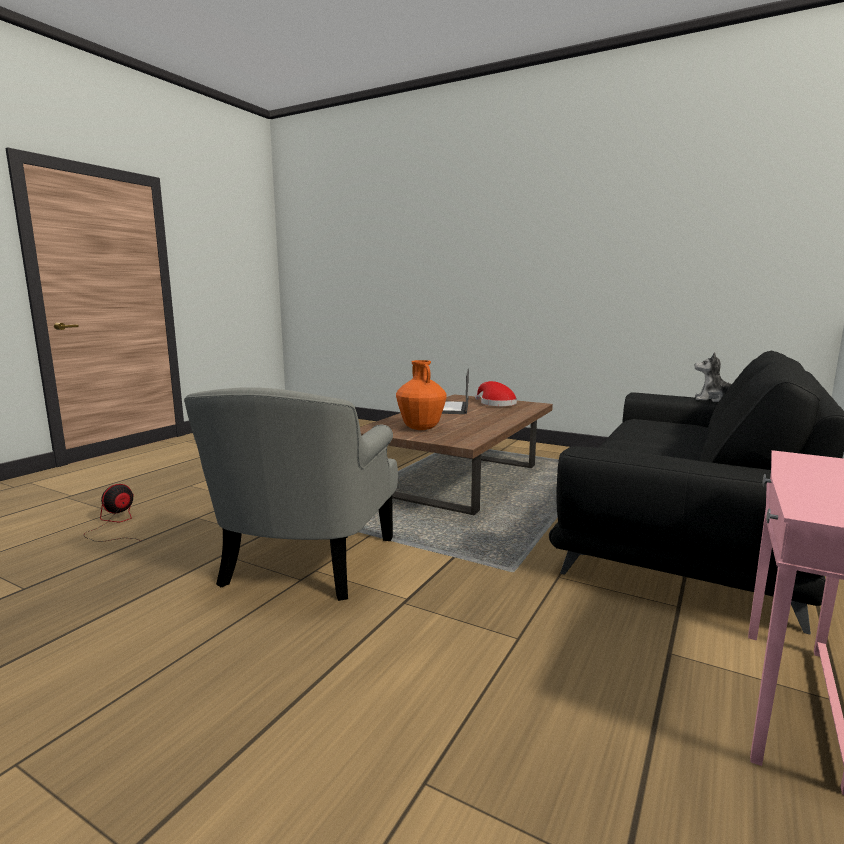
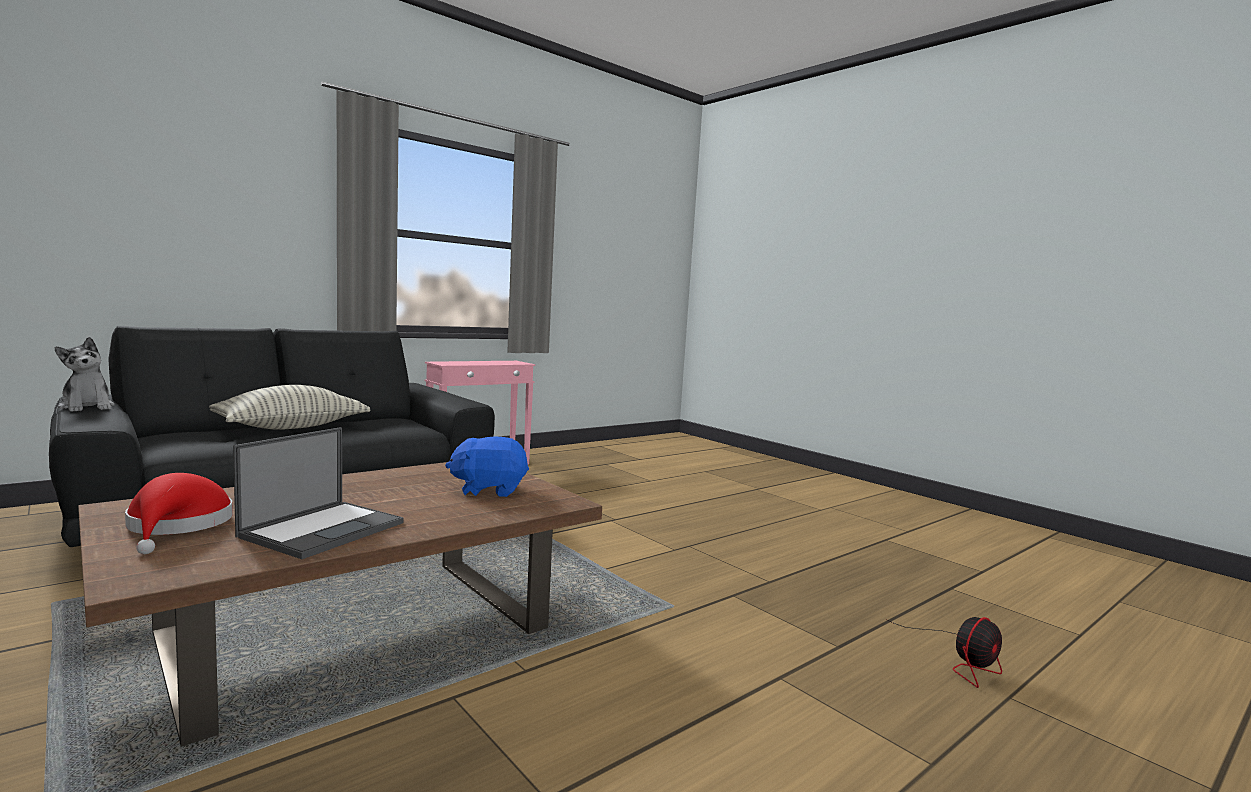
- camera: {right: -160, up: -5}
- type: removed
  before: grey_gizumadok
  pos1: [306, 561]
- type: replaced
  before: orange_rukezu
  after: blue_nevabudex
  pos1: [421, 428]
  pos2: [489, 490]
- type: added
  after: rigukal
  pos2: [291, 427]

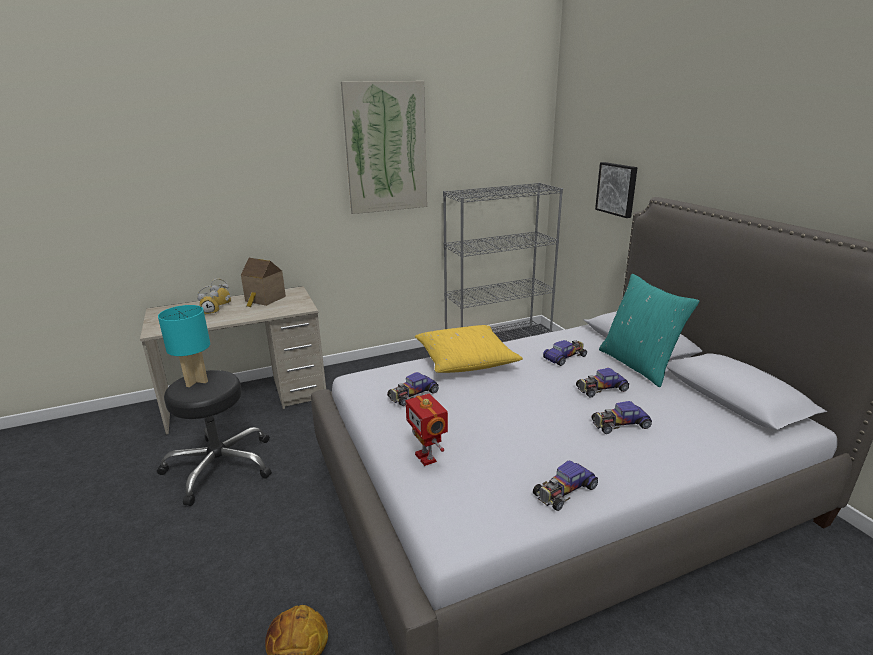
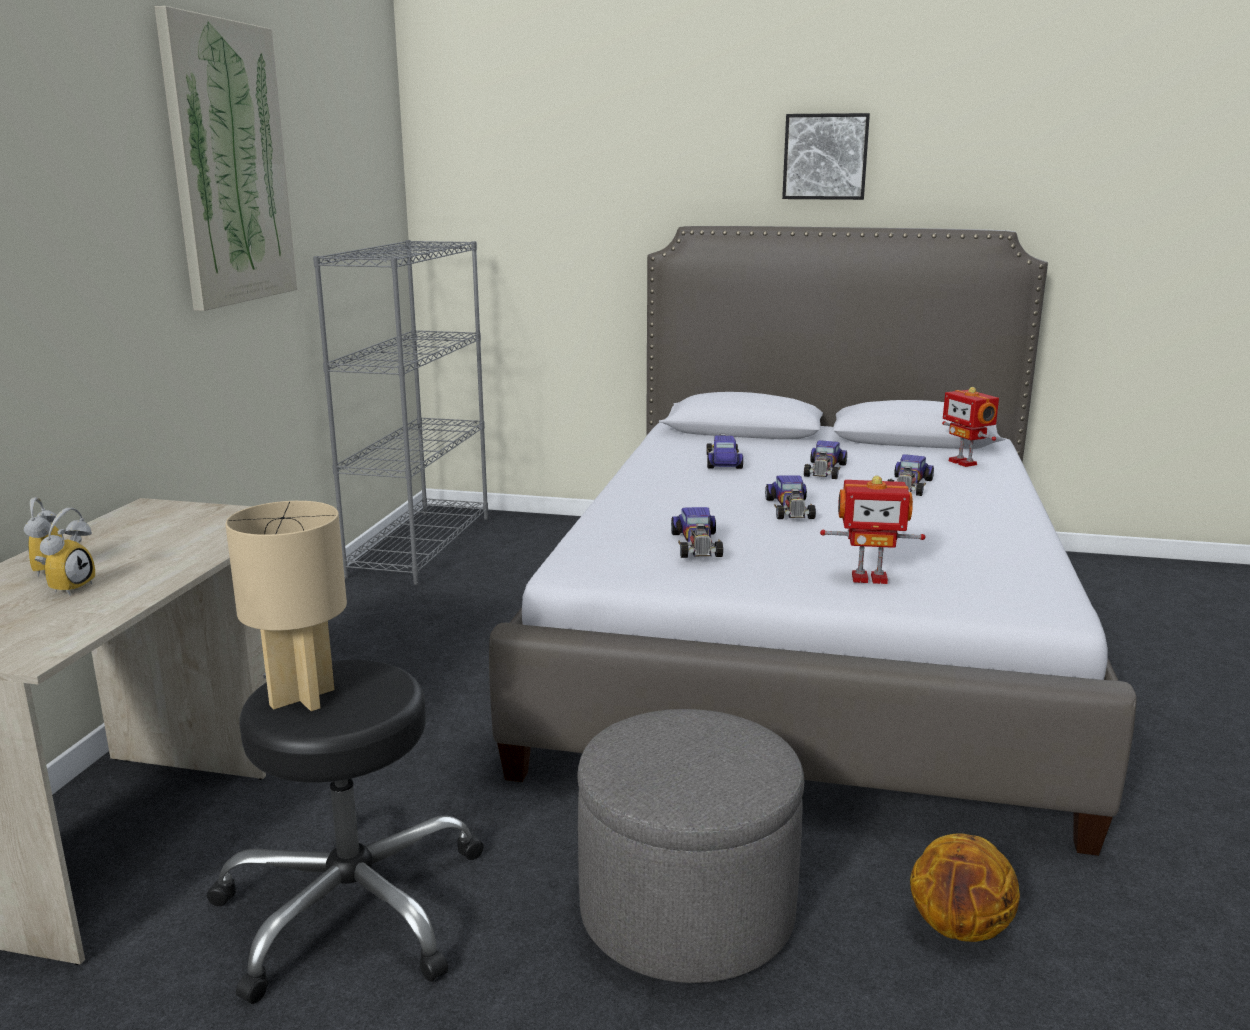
- camera: {right: -55, up: -5}
- type: recoloured
  before: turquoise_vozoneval
  after: beige_vozoneval
  pos1: [195, 381]
  pos2: [301, 698]
- type: removed
  before: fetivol
  pos1: [264, 299]
- type: removed
  before: yellow_rigukal
  pos1: [465, 360]
- type: moved
  before: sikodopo
  pos1: [564, 490]
  pos2: [790, 508]
- type: moved
  before: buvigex
  pos1: [617, 189]
  pos2: [825, 157]
- type: removed
  before: turquoise_rigukal
  pos1: [638, 364]
- type: added
  after: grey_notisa
  pos2: [687, 911]
- type: added
  after: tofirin
  pos2: [964, 462]

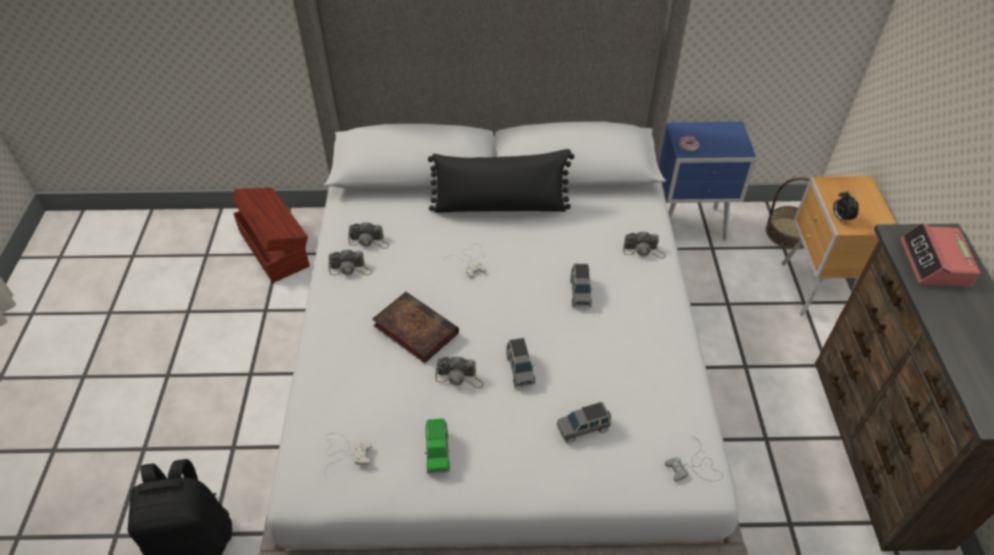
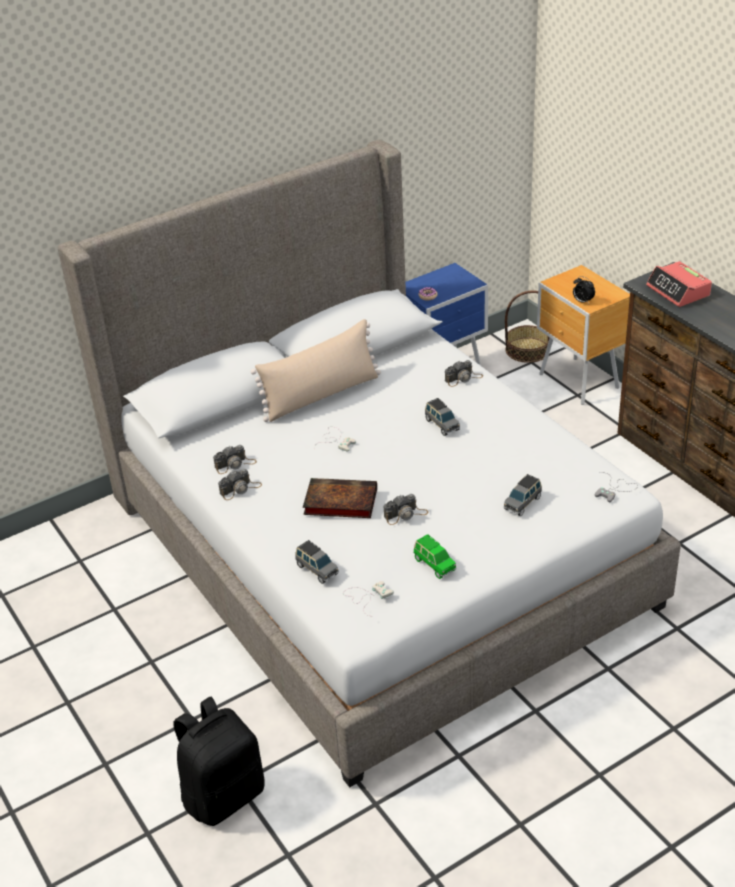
- camera: {right: -30, up: -10}
- type: removed
  before: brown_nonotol
  pos1: [275, 247]
- type: recoloured
  before: black_rigukal
  after: beige_rigukal
  pos1: [500, 206]
  pos2: [321, 395]
- type: moved
  before: grey_sikodopo
  pos1: [520, 369]
  pos2: [317, 570]

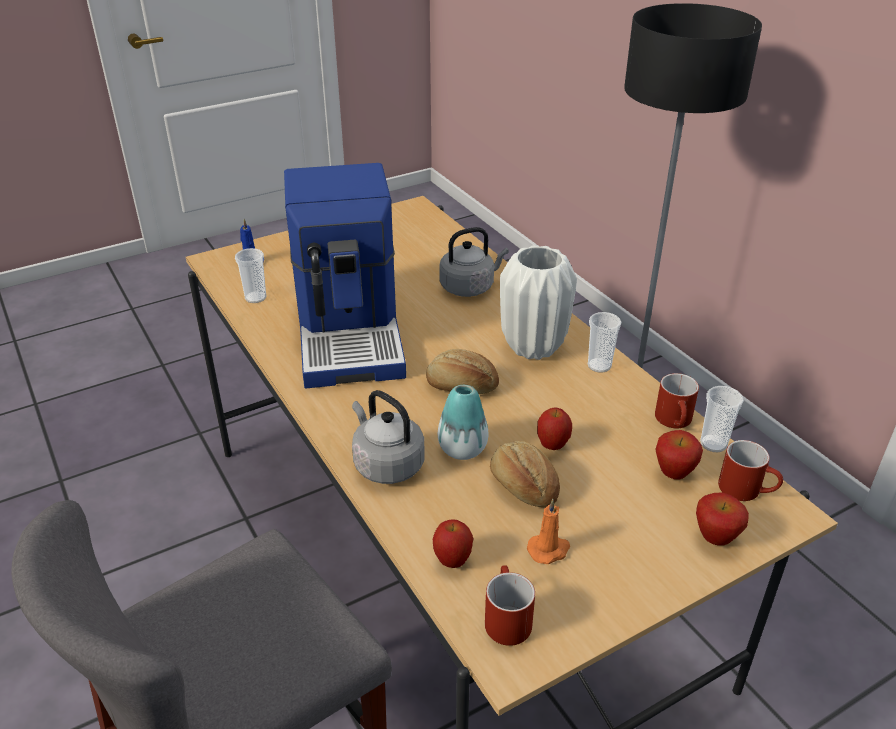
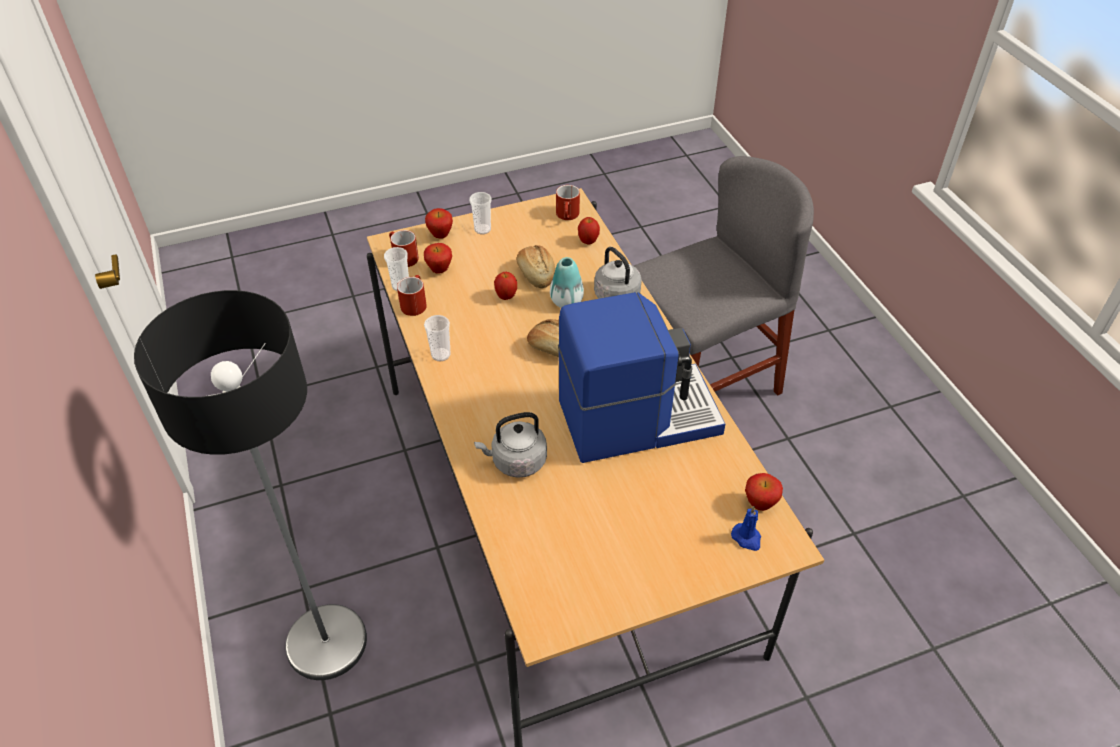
- camera: {right: -170, up: 10}
- type: moved
  before: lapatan
  pos1: [255, 298]
  pos2: [482, 229]
- type: turned
  before: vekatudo
  pos1: [351, 332]
  pos2: [637, 416]
  turn: 75
- type: removed
  before: white_rukezu
  pos1: [533, 347]
- type: removed
  before: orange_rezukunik
  pos1: [549, 550]
- type: added
  after: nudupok
  pos2: [760, 505]

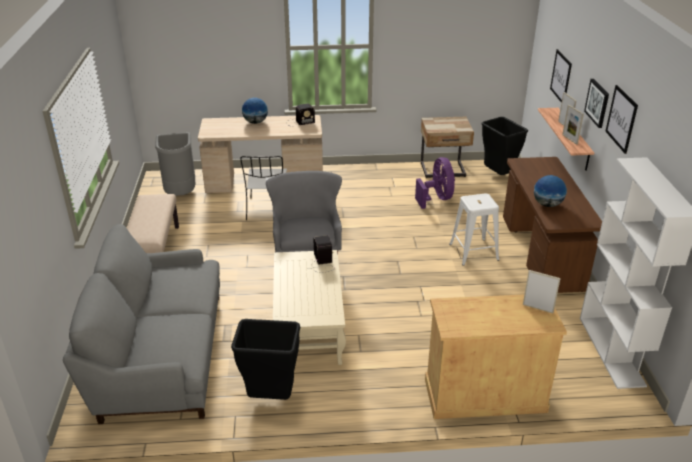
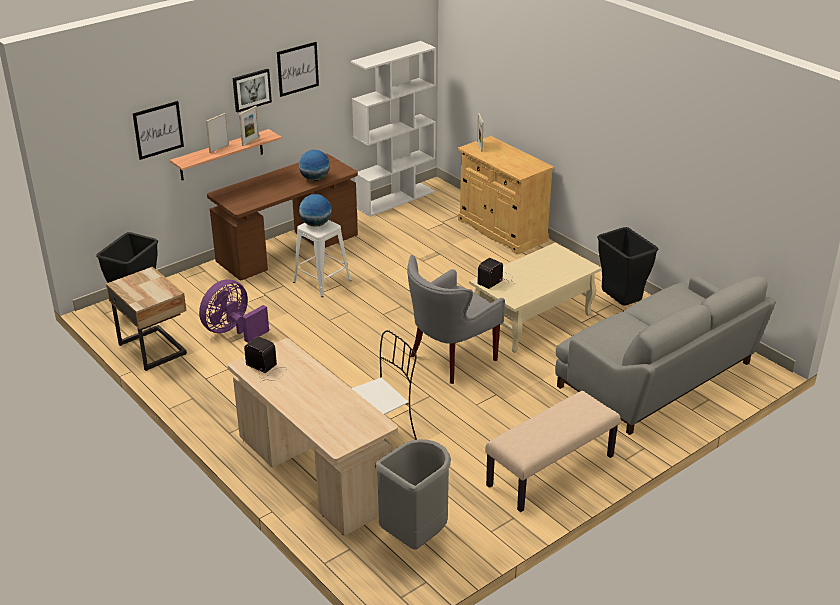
- camera: {right: -125, up: 0}
- type: moved
  before: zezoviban
  pos1: [255, 122]
  pos2: [316, 224]

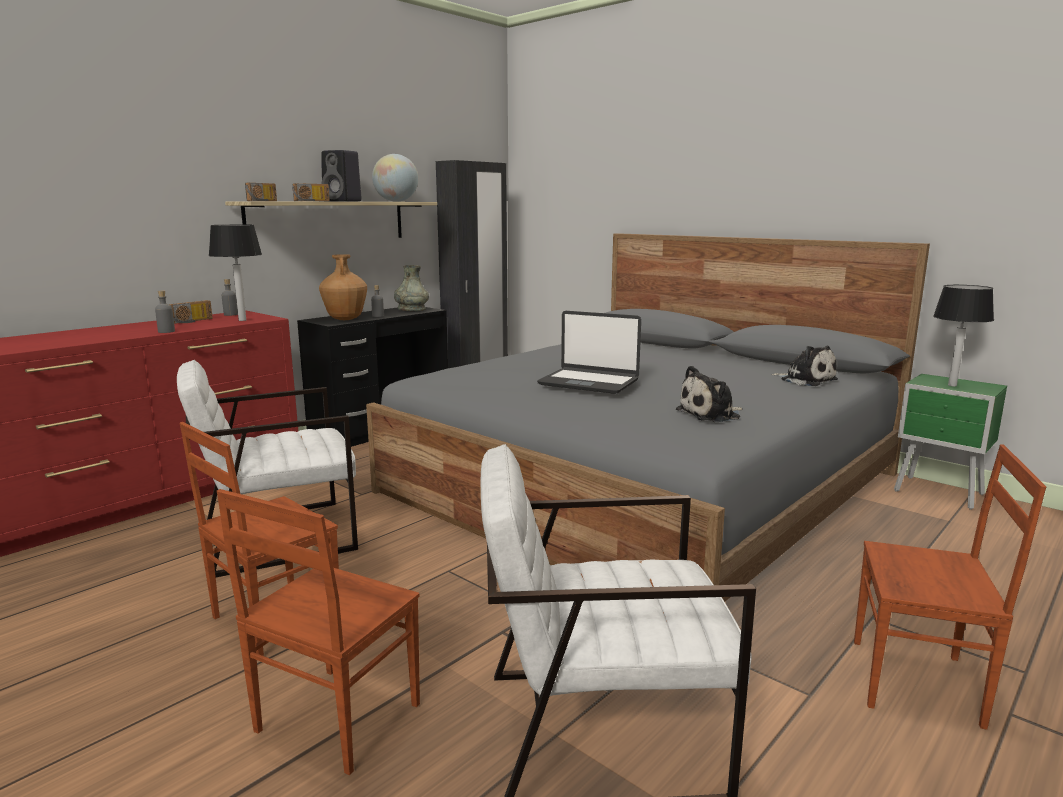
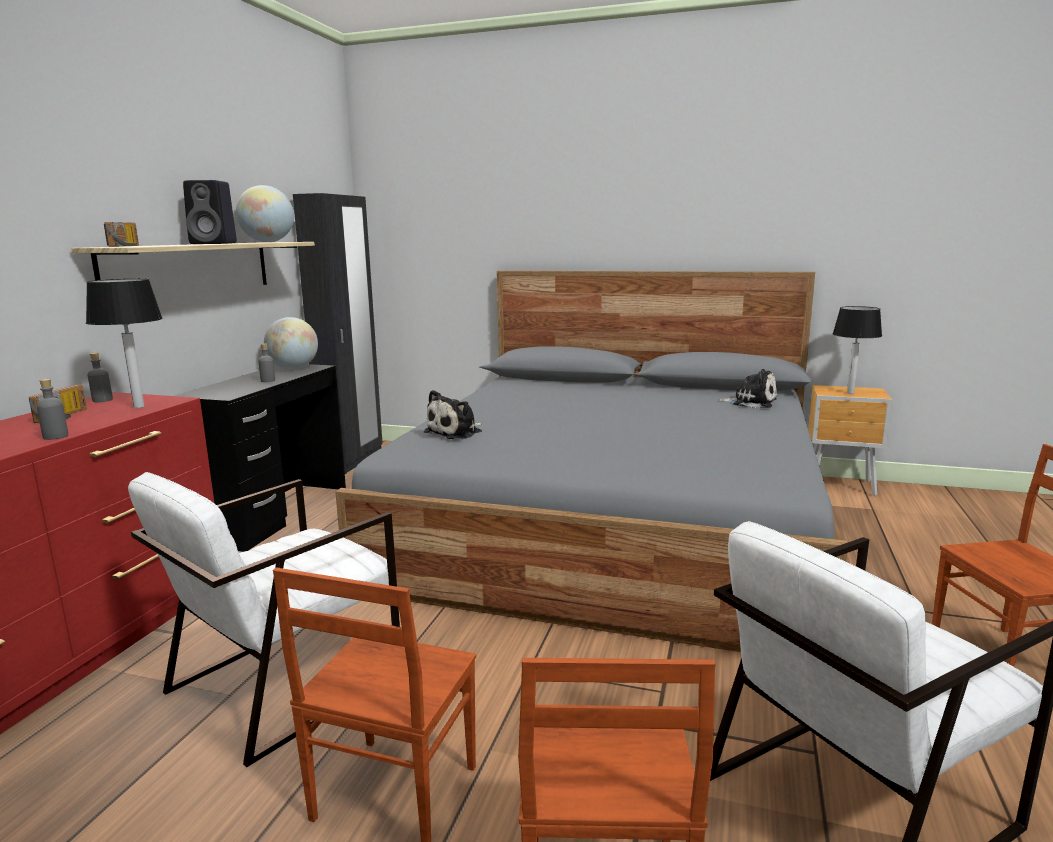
- camera: {right: -25, up: 0}
- type: removed
  before: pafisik
  pos1: [312, 201]
- type: removed
  before: brown_rukezu
  pos1: [345, 319]
- type: replaced
  before: grey_rukezu
  after: zezoviban
  pos1: [411, 309]
  pos2: [293, 368]
- type: removed
  before: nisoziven
  pos1: [589, 382]
- type: moved
  before: nevabudex
  pos1: [711, 414]
  pos2: [456, 432]
- type: recoloured
  before: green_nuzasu
  after: brown_nuzasu
  pos1: [940, 494]
  pos2: [841, 486]

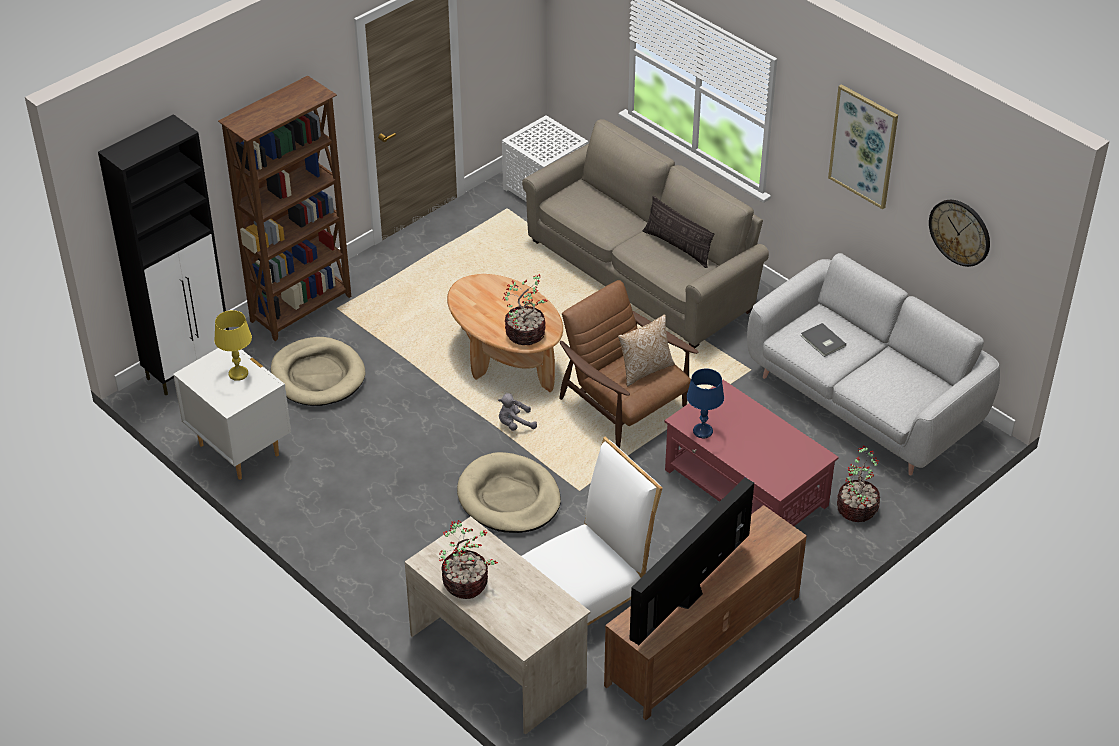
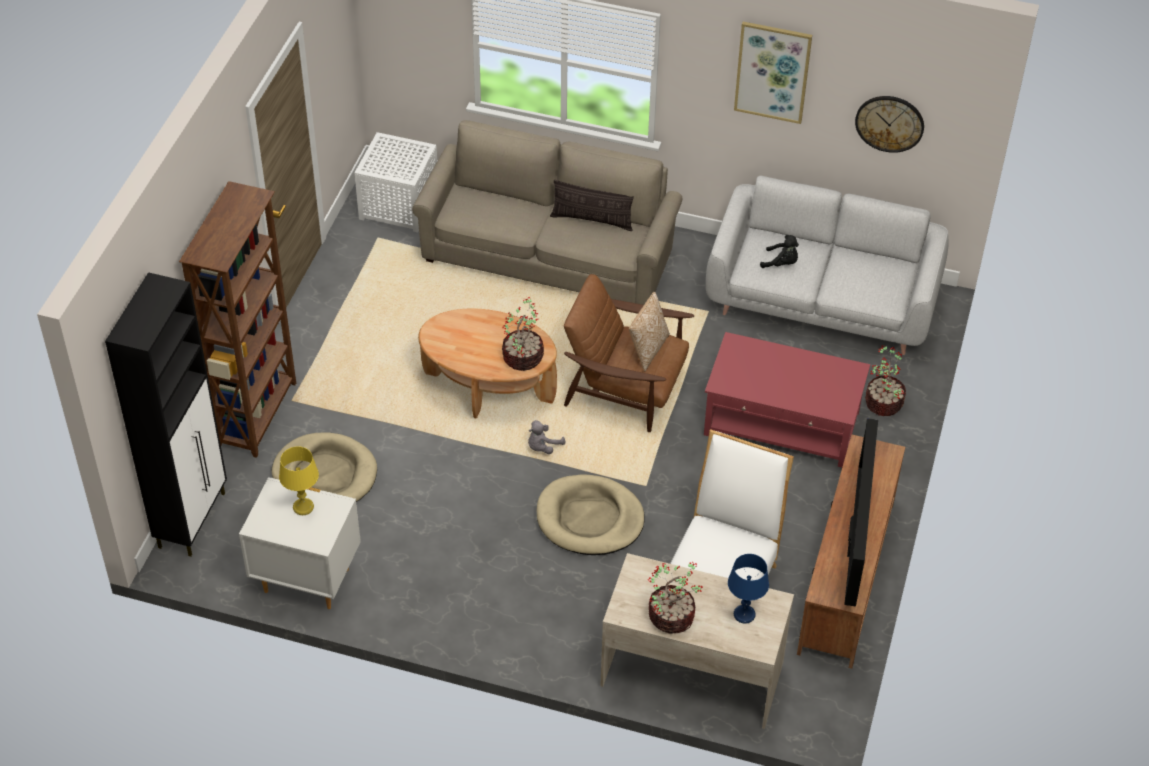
- camera: {right: -30, up: 5}
- type: moved
  before: blue_vozoneval
  pos1: [702, 431]
  pos2: [744, 615]
- type: replaced
  before: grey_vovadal
  after: black_nevabudex
  pos1: [822, 342]
  pos2: [781, 263]

